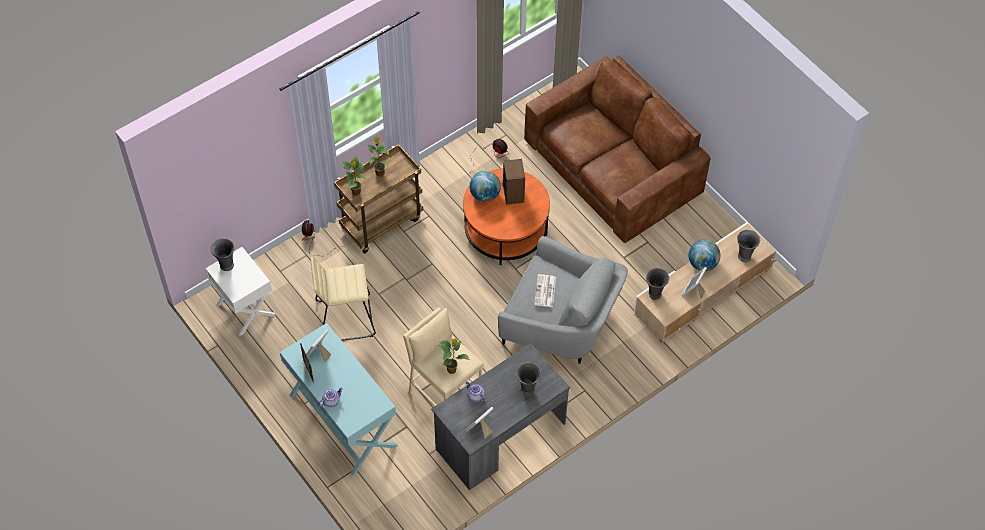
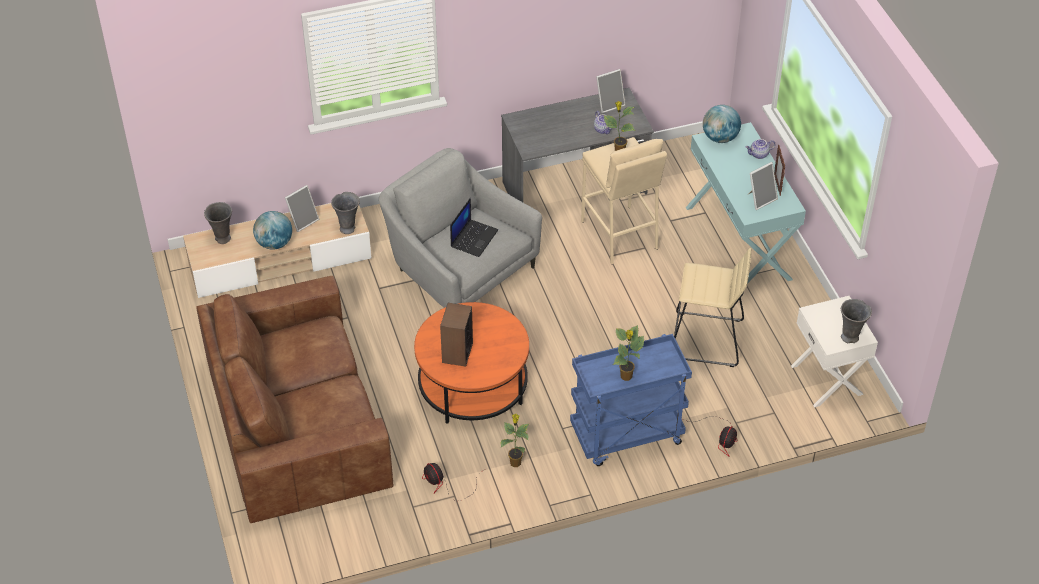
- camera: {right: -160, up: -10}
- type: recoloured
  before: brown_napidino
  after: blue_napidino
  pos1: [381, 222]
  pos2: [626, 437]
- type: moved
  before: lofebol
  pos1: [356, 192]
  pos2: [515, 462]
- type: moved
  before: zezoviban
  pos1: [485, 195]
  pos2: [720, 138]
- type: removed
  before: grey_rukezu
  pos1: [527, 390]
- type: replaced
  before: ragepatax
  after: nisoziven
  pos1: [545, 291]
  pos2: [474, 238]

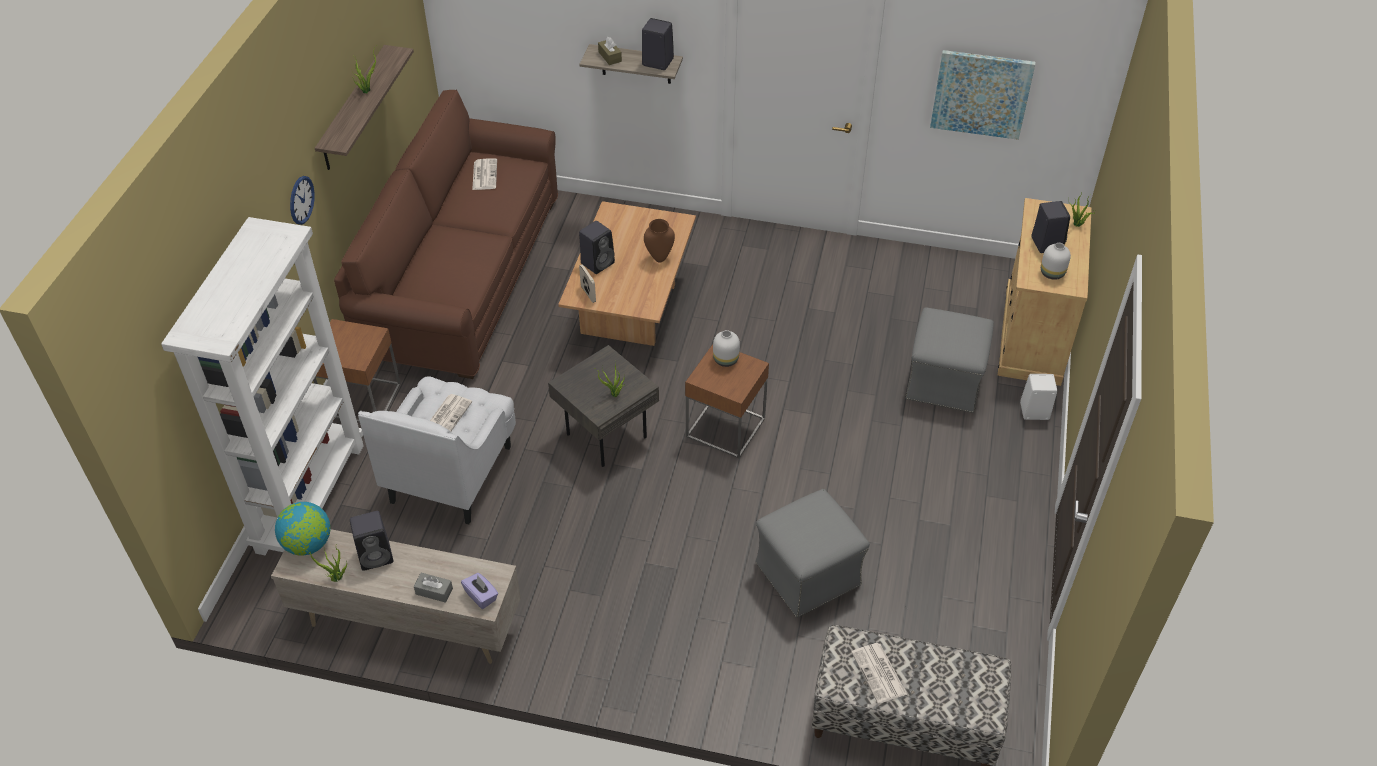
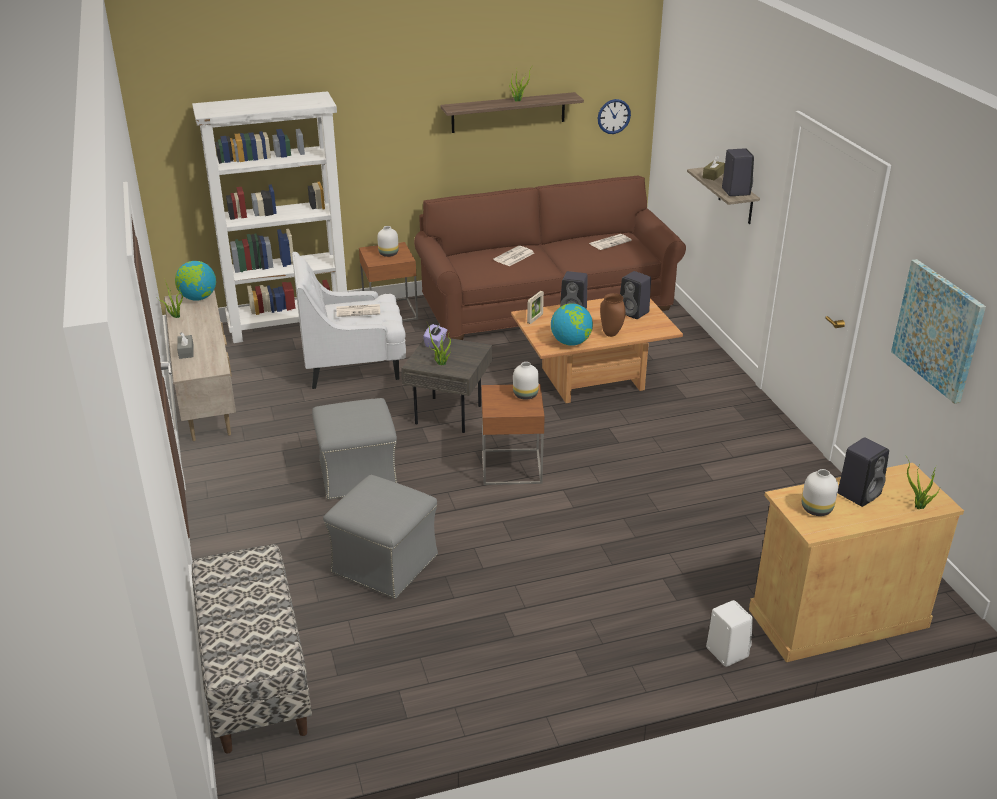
- camera: {right: 60, up: -15}
- type: moved
  before: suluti
  pos1: [301, 200]
  pos2: [614, 116]
- type: moved
  before: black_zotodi
  pos1: [377, 555]
  pos2: [634, 312]
- type: moved
  before: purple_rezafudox
  pos1: [481, 596]
  pos2: [435, 343]
- type: moved
  before: ragepatax
  pos1: [879, 674]
  pos2: [514, 257]
- type: moved
  before: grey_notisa
  pos1: [944, 383]
  pos2: [357, 475]
- type: added
  after: white_rukezu
  pos2: [389, 254]
- type: added
  after: zezoviban
  pos2: [571, 342]

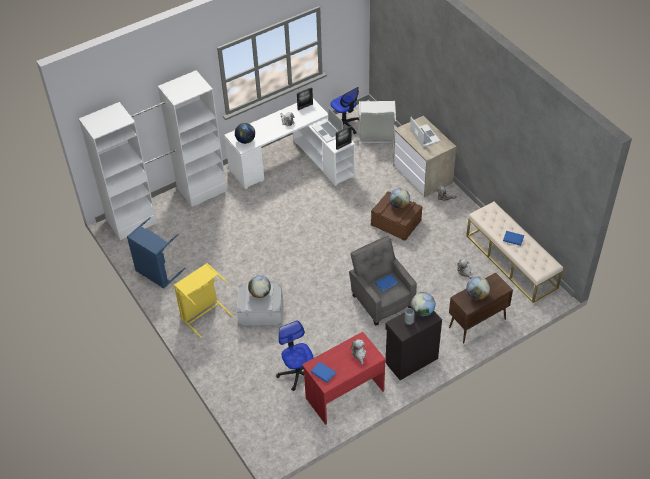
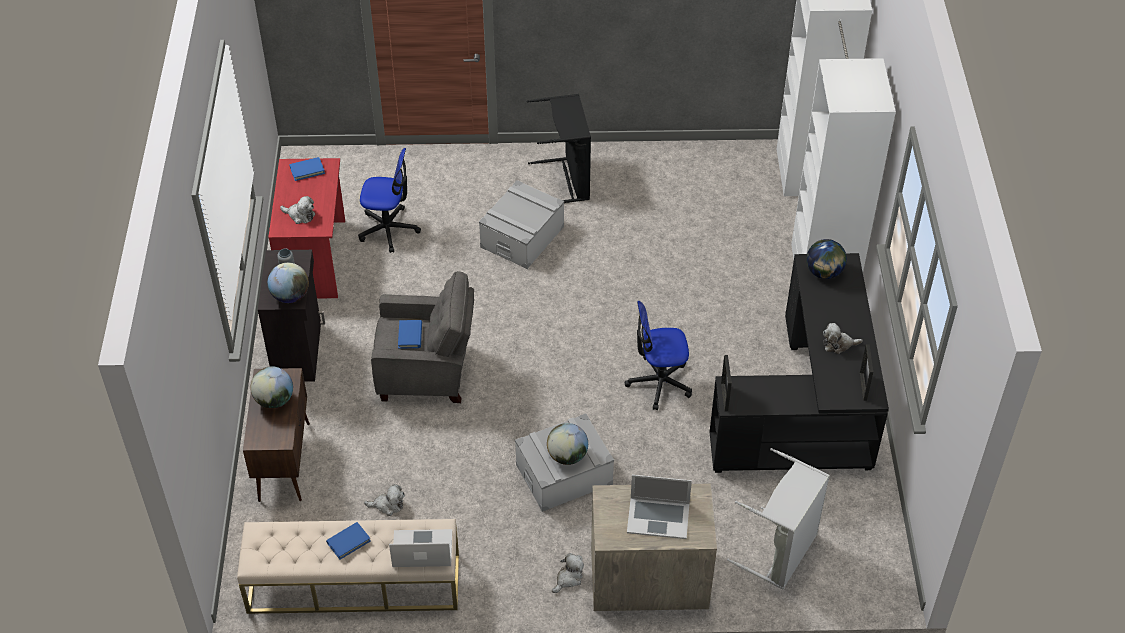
- camera: {right: 120, up: 0}
- type: removed
  before: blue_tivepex
  pos1: [157, 273]
- type: recoloured
  before: yellow_tivepex
  after: black_tivepex
  pos1: [203, 314]
  pos2: [566, 181]
- type: recoloured
  before: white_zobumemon
  after: black_zobumemon
  pos1: [294, 163]
  pos2: [809, 408]
- type: removed
  before: zezoviban
  pos1: [260, 293]
- type: moved
  before: nisoziven
  pos1: [328, 131]
  pos2: [422, 549]
- type: moved
  before: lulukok
  pos1: [345, 125]
  pos2: [659, 382]
- type: recoloured
  before: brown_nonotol
  after: grey_nonotol
  pos1: [396, 222]
  pos2: [564, 474]

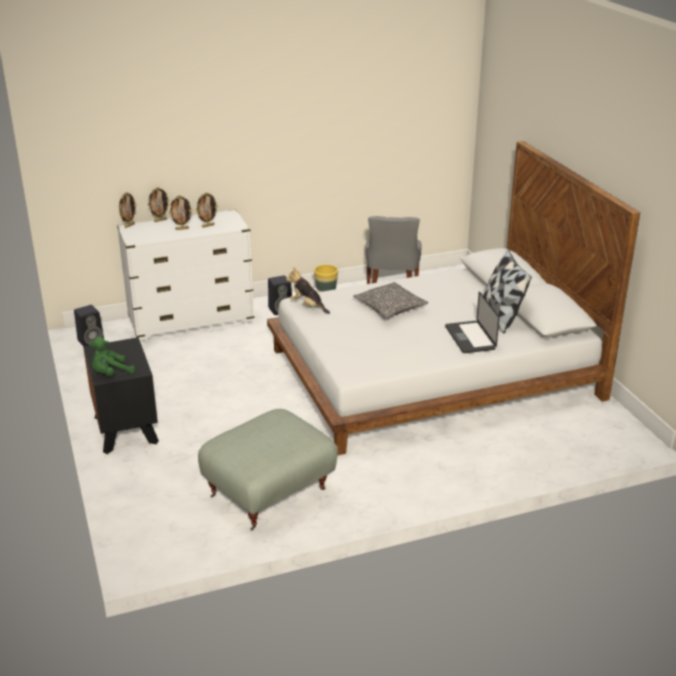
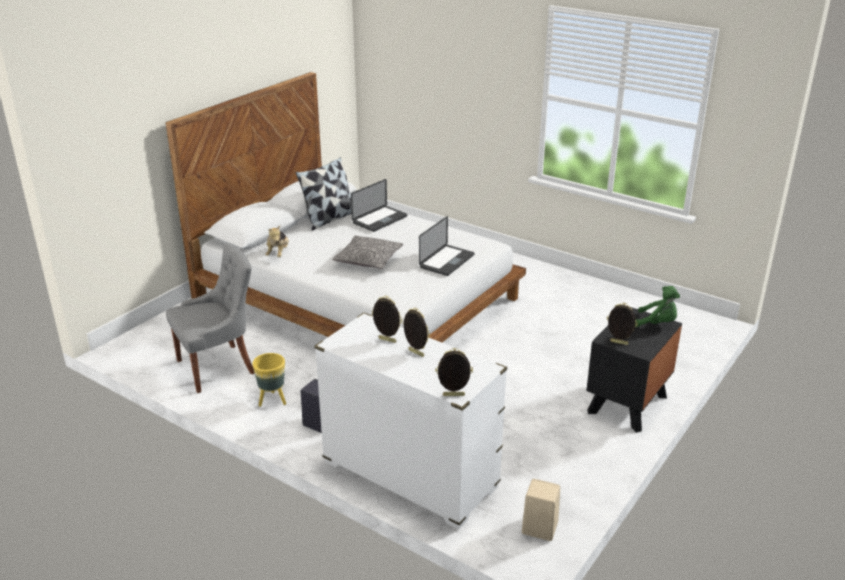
- camera: {right: -125, up: 0}
- type: recoloured
  before: black_zotodi
  after: beige_zotodi
  pos1: [91, 341]
  pos2: [538, 528]
- type: moved
  before: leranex
  pos1: [160, 220]
  pos2: [618, 343]
- type: removed
  before: grey_notisa
  pos1: [269, 494]
- type: moved
  before: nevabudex
  pos1: [308, 306]
  pos2: [278, 253]
- type: added
  after: nisoziven
  pos2: [447, 261]

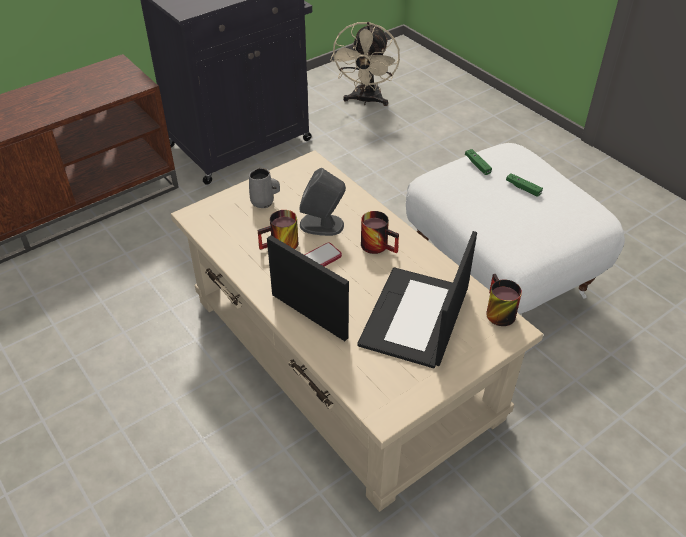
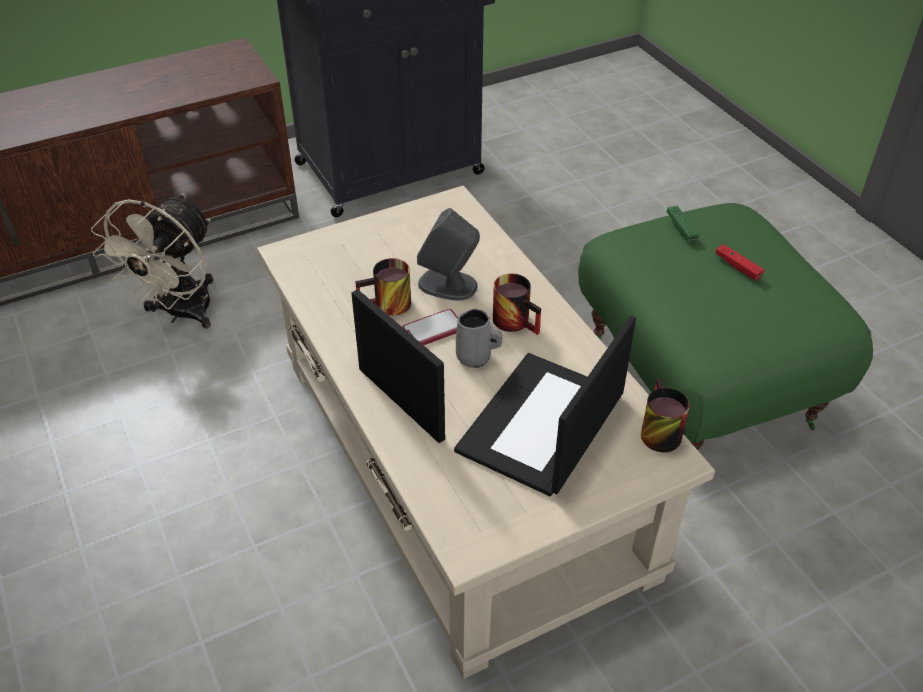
- camera: {right: 10, up: 0}
- type: moved
  before: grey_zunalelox
  pos1: [264, 202]
  pos2: [476, 358]
- type: moved
  before: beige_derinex
  pos1: [366, 100]
  pos2: [180, 314]
- type: recoloured
  before: white_notisa
  after: green_notisa
  pos1: [501, 272]
  pos2: [702, 379]
- type: recoloured
  before: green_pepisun
  after: red_pepisun
  pos1: [523, 188]
  pos2: [737, 267]

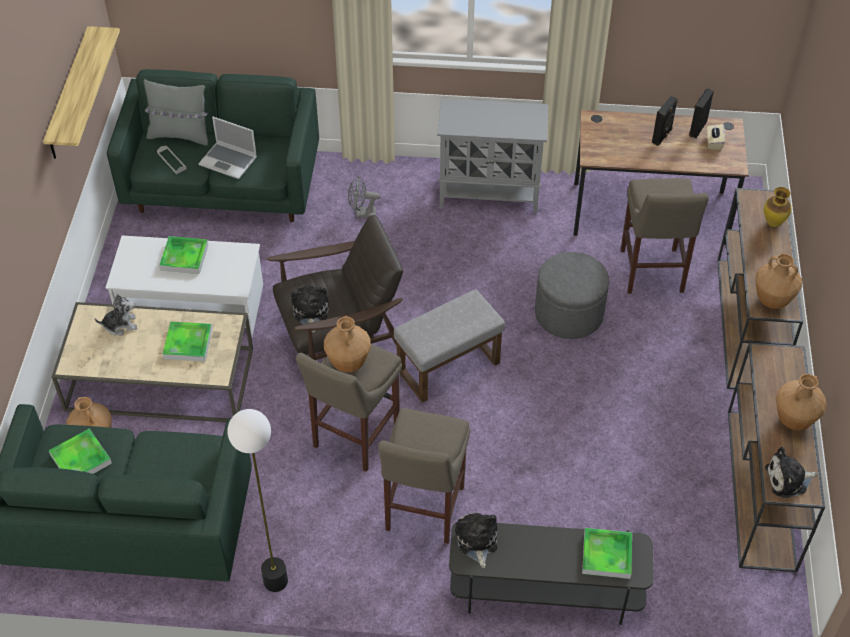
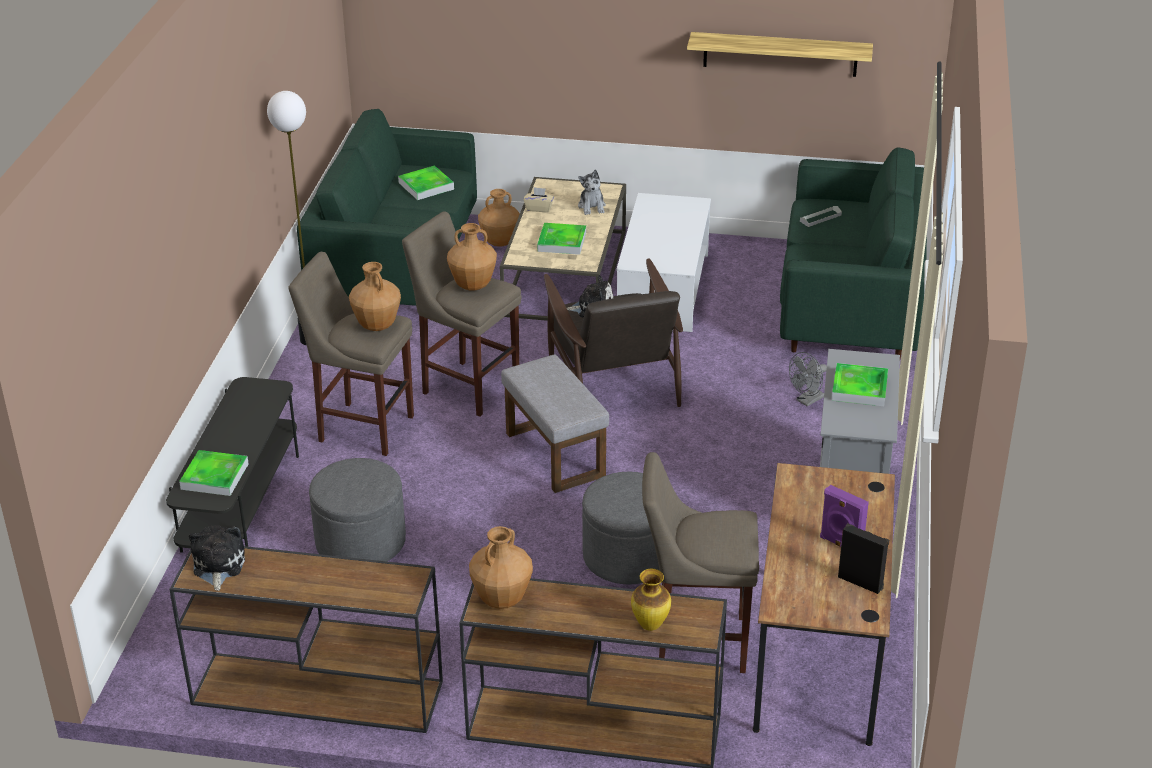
- camera: {right: 95, up: -15}
- type: removed
  before: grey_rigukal
  pos1: [180, 135]
- type: moved
  before: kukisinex
  pos1: [184, 257]
  pos2: [859, 388]
- type: removed
  before: nisoziven
  pos1: [229, 161]
- type: turned
  before: grey_derinex
  pos1: [362, 213]
  pos2: [807, 401]
  turn: -135
- type: removed
  before: nevabudex
  pos1: [476, 541]
- type: recoloured
  before: black_zotodi
  after: purple_zotodi
  pos1: [662, 136]
  pos2: [840, 544]
- type: moved
  before: beige_rezafudox
  pos1: [713, 142]
  pos2: [539, 208]
- type: moved
  before: brown_rukezu
  pos1: [793, 420]
  pos2: [377, 325]
- type: added
  after: grey_notisa
  pos2: [360, 542]

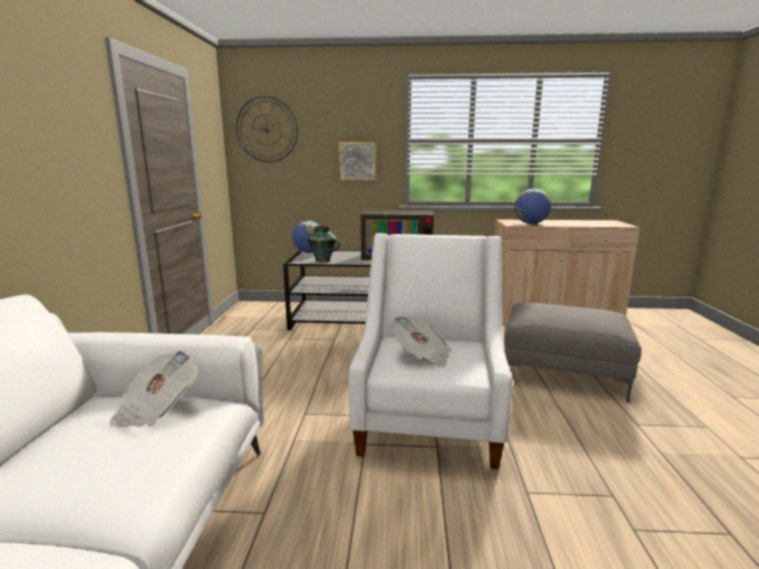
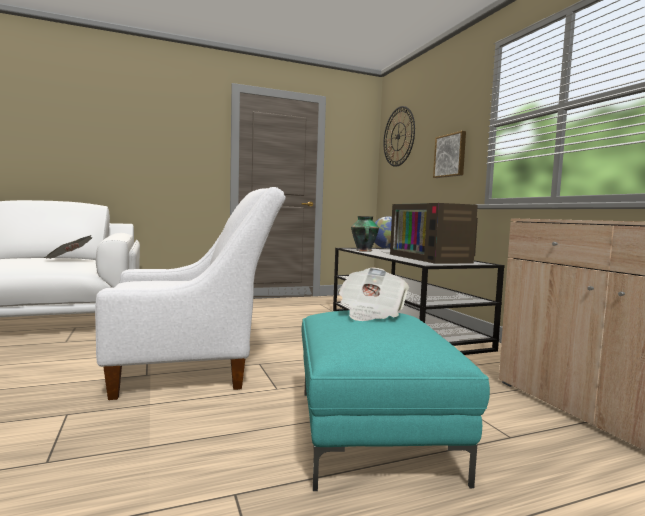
- camera: {right: 65, up: -10}
- type: moved
  before: ragepatax
  pos1: [422, 356]
  pos2: [371, 313]
- type: recoloured
  before: grey_notisa
  after: turquoise_notisa
  pos1: [561, 374]
  pos2: [370, 431]
- type: removed
  before: zezoviban
  pos1: [531, 224]

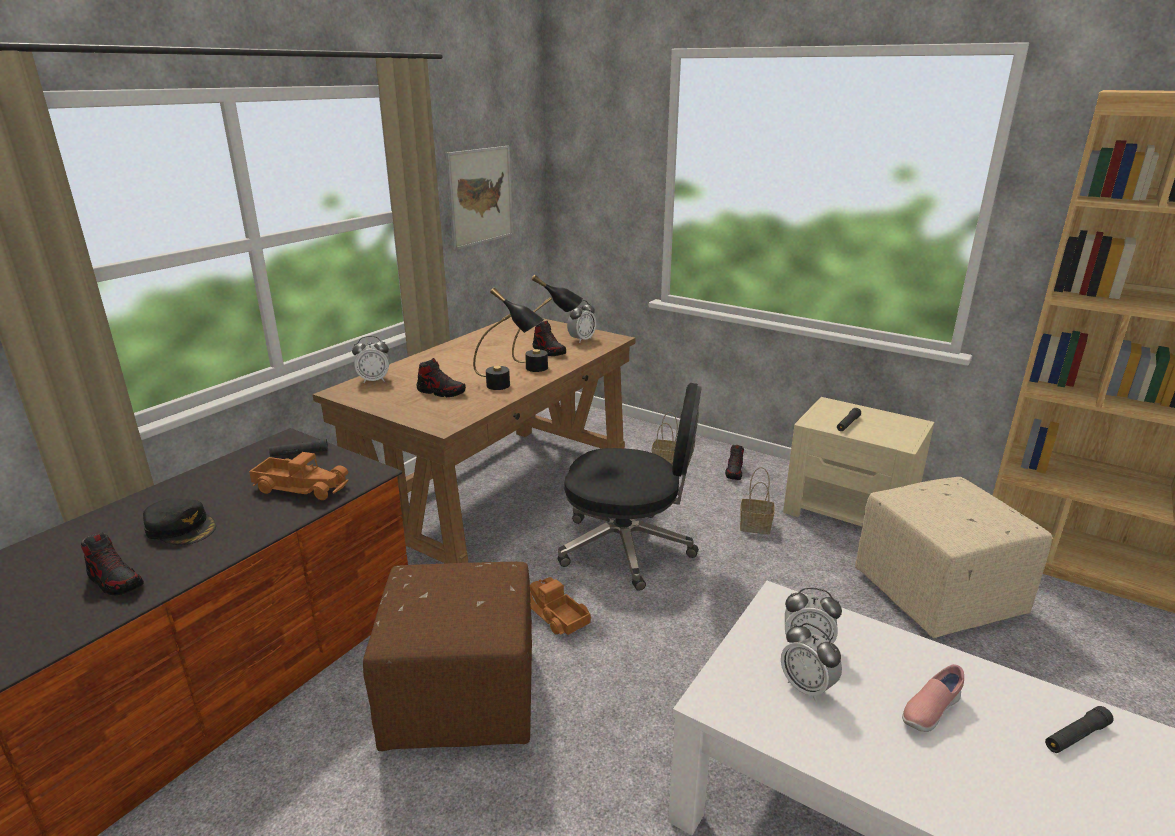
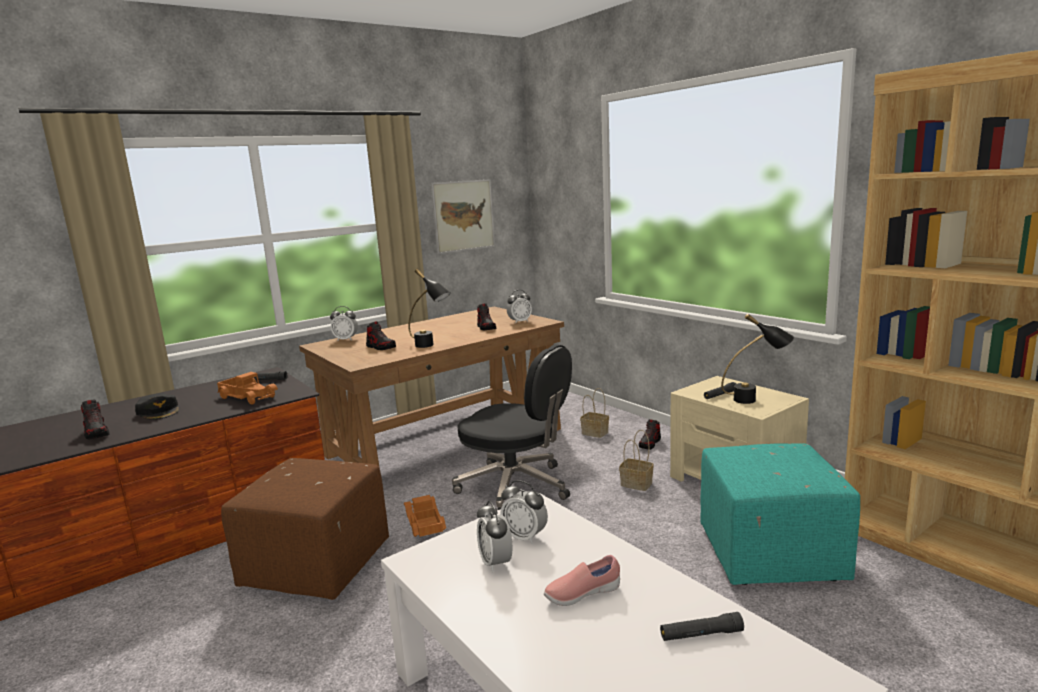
- camera: {right: 20, up: -10}
- type: moved
  before: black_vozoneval
  pos1: [547, 366]
  pos2: [755, 399]
- type: recoloured
  before: beige_notisa
  after: turquoise_notisa
  pos1: [939, 595]
  pos2: [771, 556]

